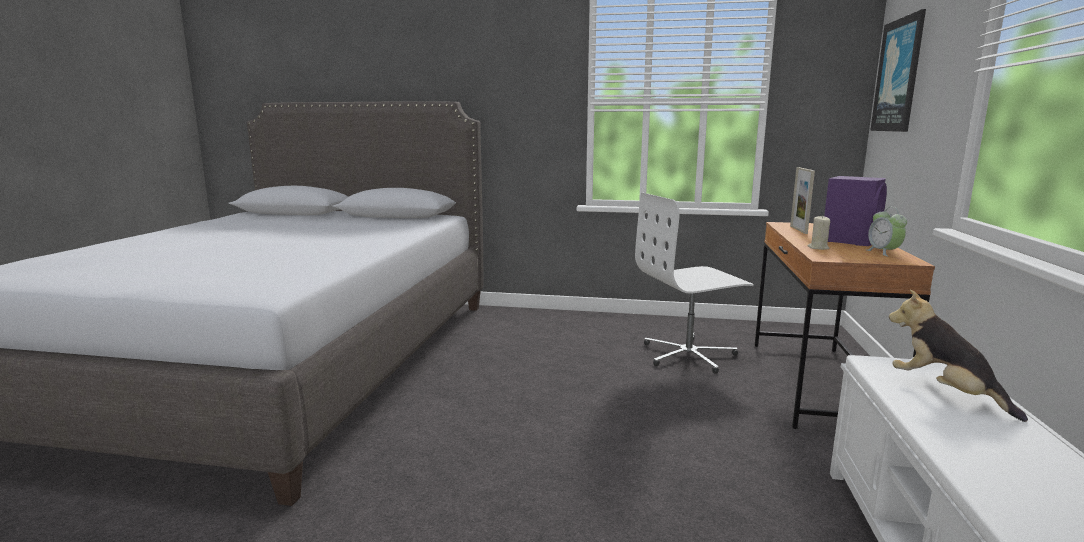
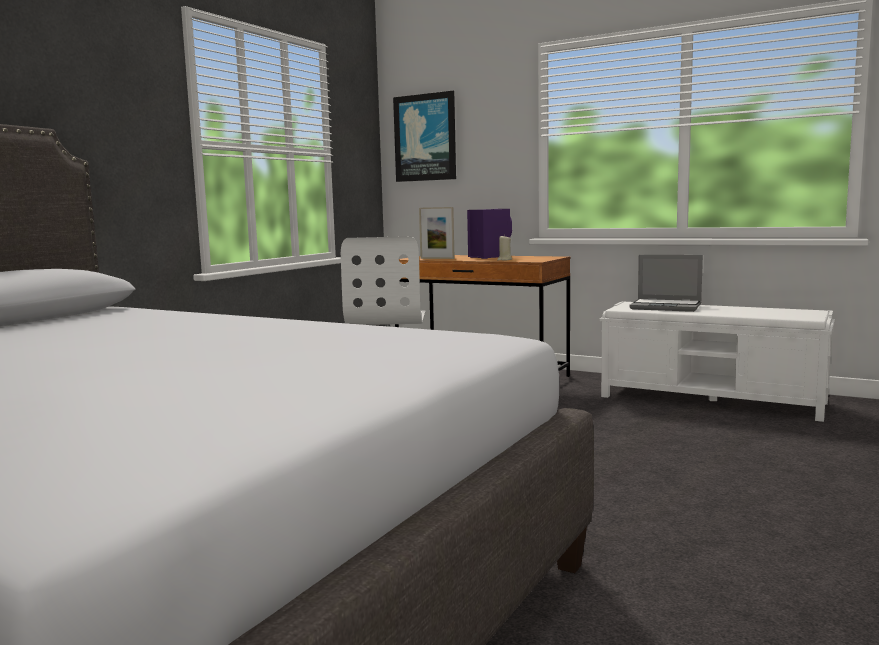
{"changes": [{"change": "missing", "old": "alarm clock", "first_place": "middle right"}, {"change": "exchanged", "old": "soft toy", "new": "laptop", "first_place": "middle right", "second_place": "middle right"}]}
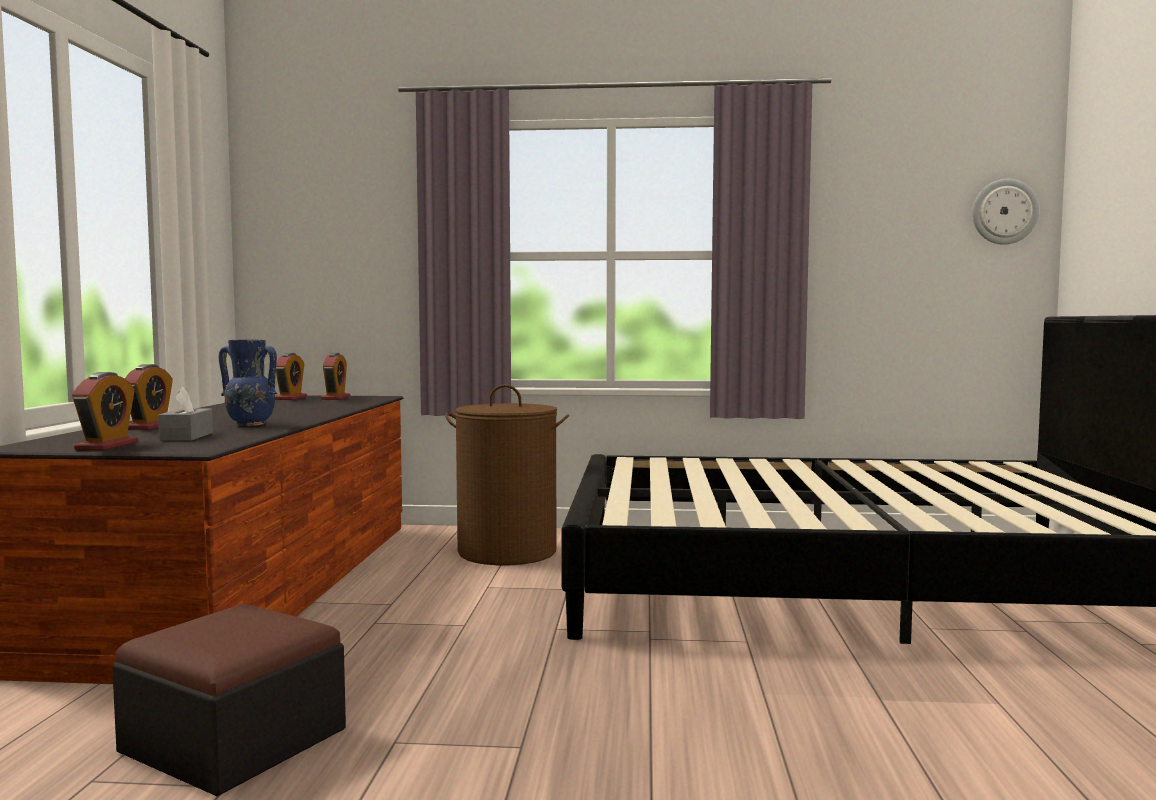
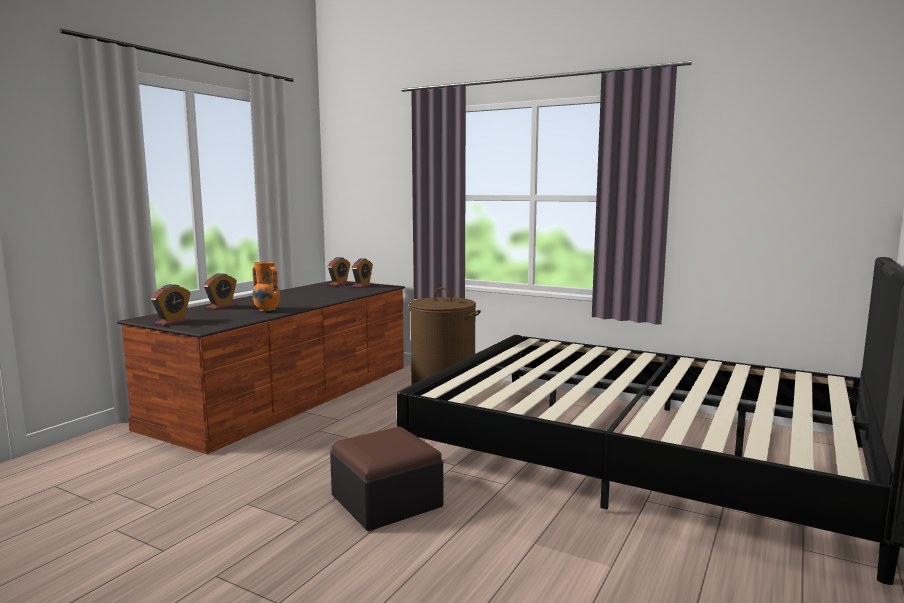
{"changes": [{"change": "missing", "old": "greyish tissue box", "first_place": "middle left"}, {"change": "missing", "old": "hanging clock", "first_place": "top right"}, {"change": "relocated", "old": "ottoman", "first_place": "bottom left", "second_place": "bottom centre"}, {"change": "colour", "old": "blue-coloured vase", "new": "orange-coloured vase", "first_place": "middle left", "second_place": "middle left"}]}
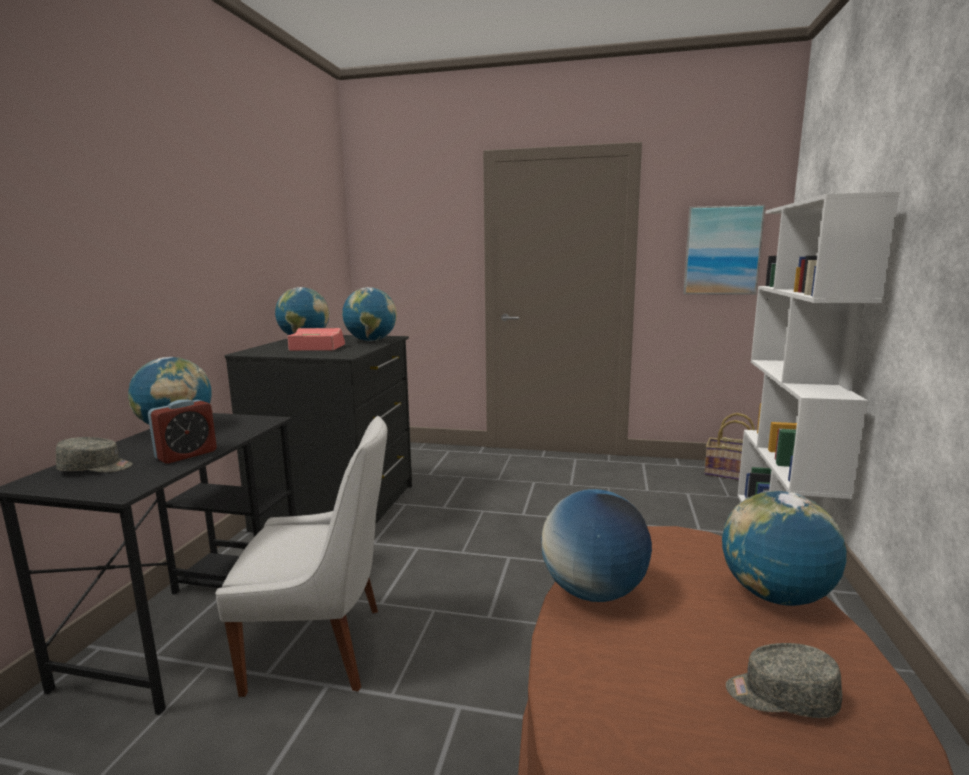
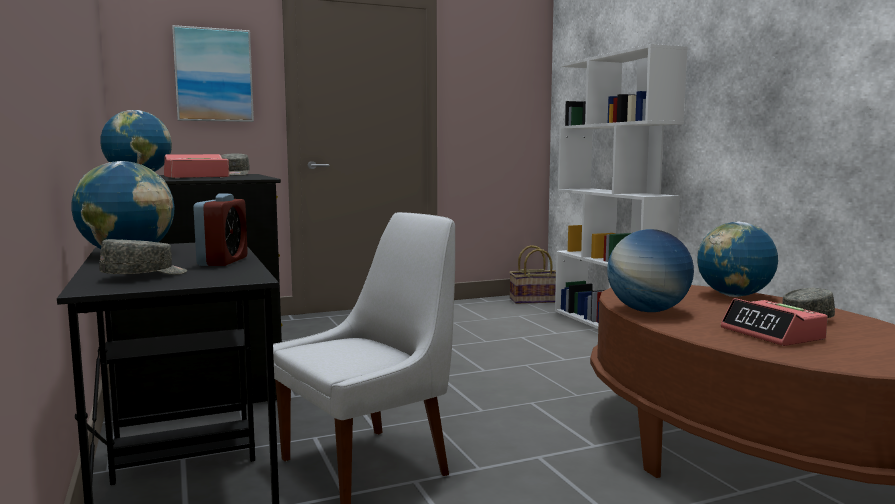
{"changes": [{"change": "appeared", "new": "alarm clock (no. 3 from left)", "second_place": "middle right"}, {"change": "relocated", "old": "picture", "first_place": "top right", "second_place": "top left"}, {"change": "exchanged", "old": "globe (no. 3 from left)", "new": "greyish baseball cap (no. 2 from left)", "first_place": "centre", "second_place": "top left"}]}
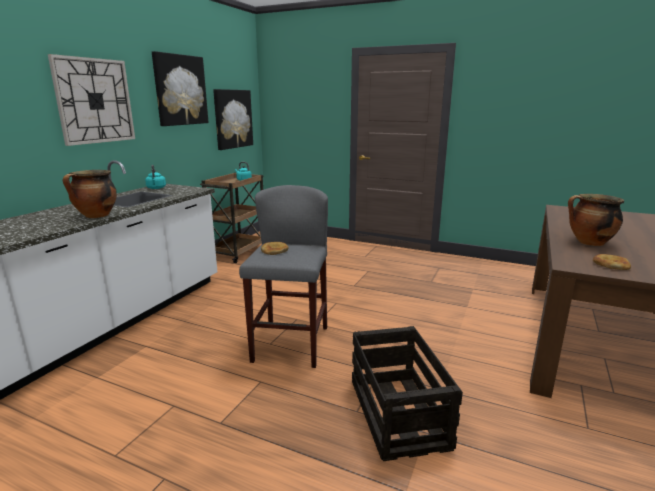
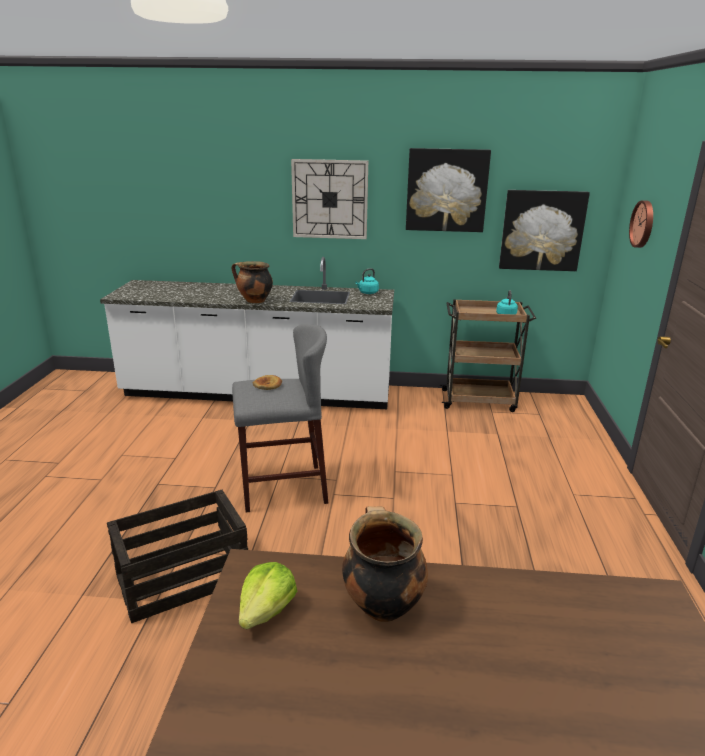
{"changes": [{"change": "appeared", "new": "hanging clock (no. 2 from left)", "second_place": "top right"}, {"change": "exchanged", "old": "bread (no. 2 from left)", "new": "lettuce head", "first_place": "middle right", "second_place": "bottom centre"}]}
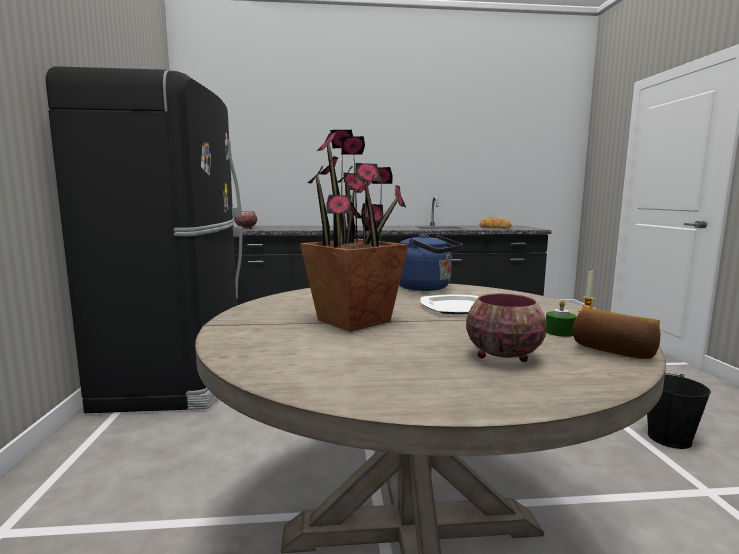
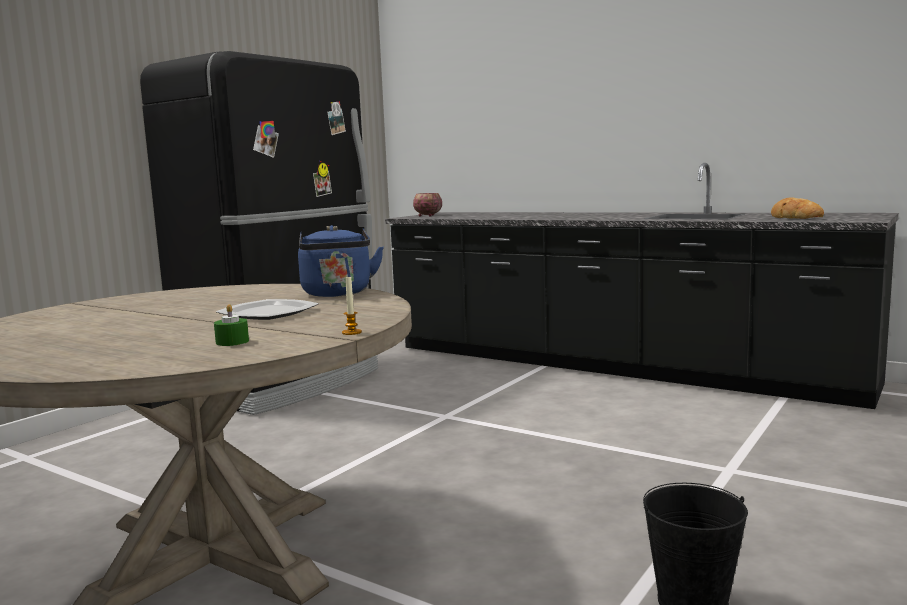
{"changes": [{"change": "missing", "old": "houseplant", "first_place": "centre"}, {"change": "missing", "old": "deep dish (no. 2 from left)", "first_place": "middle right"}, {"change": "missing", "old": "bread (no. 2 from left)", "first_place": "middle right"}]}
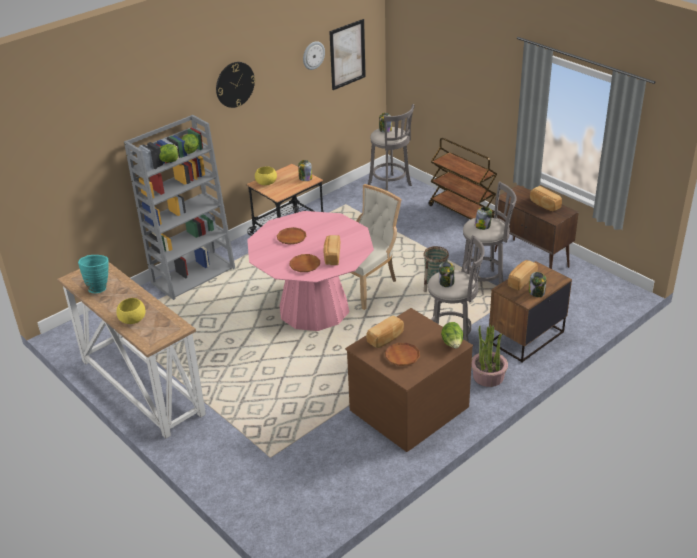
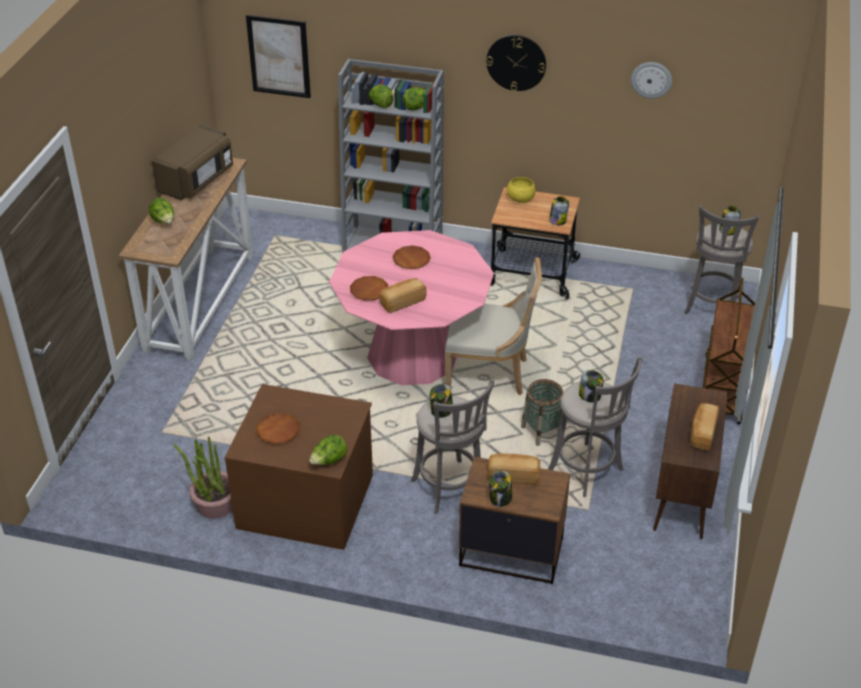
{"changes": [{"change": "missing", "old": "bread (no. 2 from left)", "first_place": "centre"}, {"change": "relocated", "old": "picture", "first_place": "top centre", "second_place": "top left"}, {"change": "relocated", "old": "houseplant", "first_place": "middle right", "second_place": "bottom left"}, {"change": "exchanged", "old": "turquoise-coloured vase", "new": "brownish microwave", "first_place": "middle left", "second_place": "top left"}, {"change": "exchanged", "old": "yellow deep dish (no. 1 from left)", "new": "lettuce head (no. 1 from left)", "first_place": "middle left", "second_place": "top left"}]}
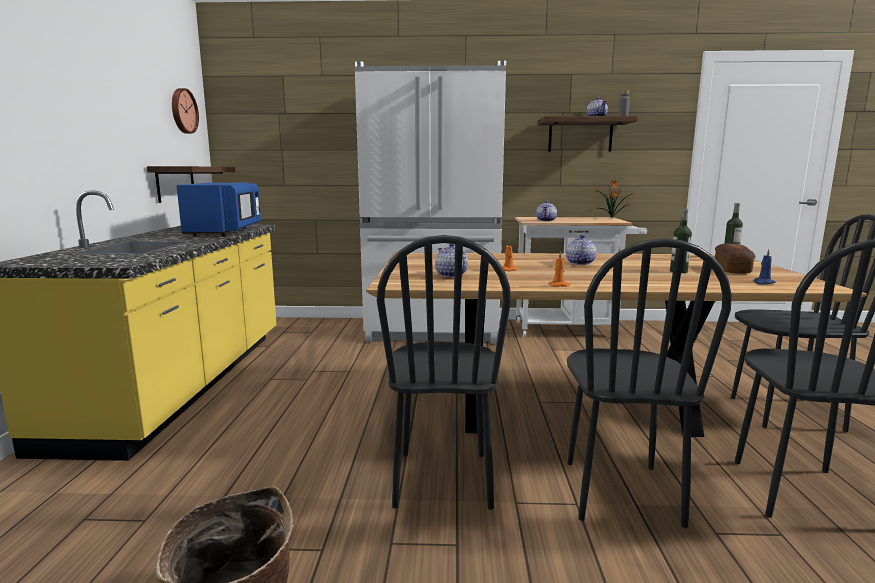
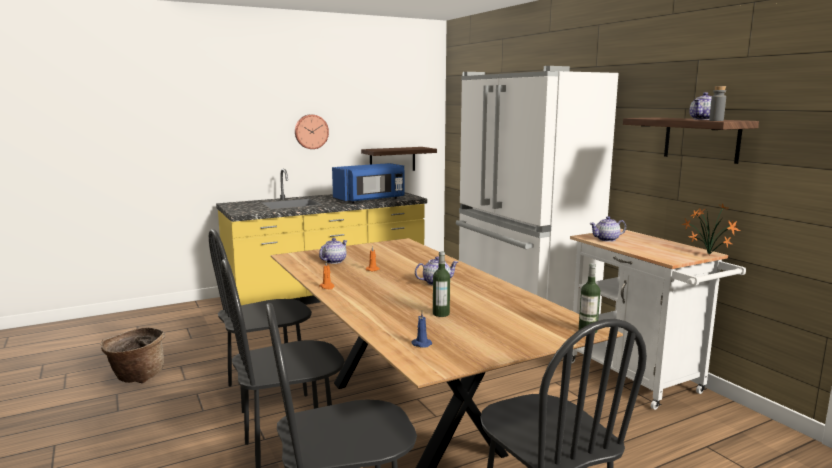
{"changes": [{"change": "missing", "old": "bread", "first_place": "middle right"}, {"change": "relocated", "old": "hanging clock", "first_place": "top left", "second_place": "top centre"}]}
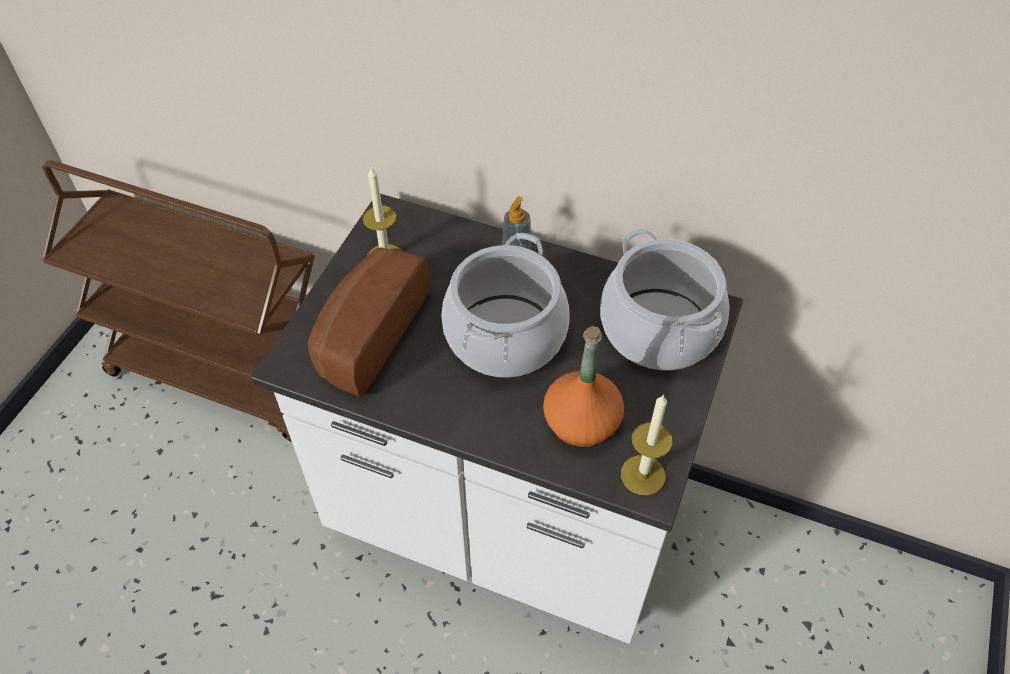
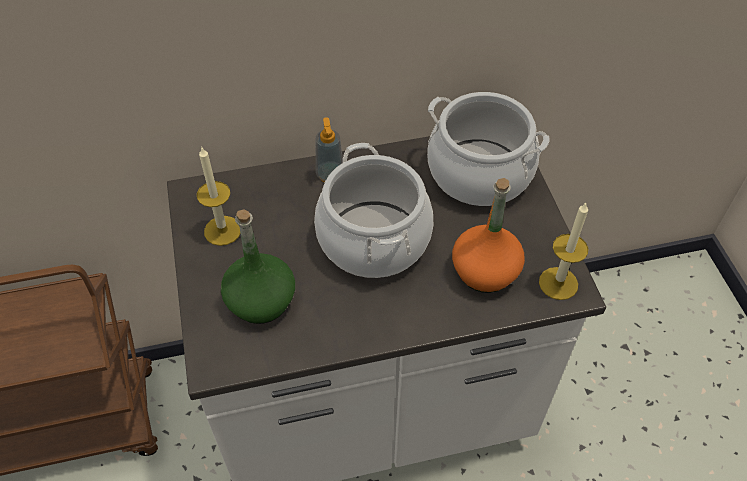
{"changes": [{"change": "exchanged", "old": "bread", "new": "greenish drink bottle", "first_place": "centre", "second_place": "centre"}]}
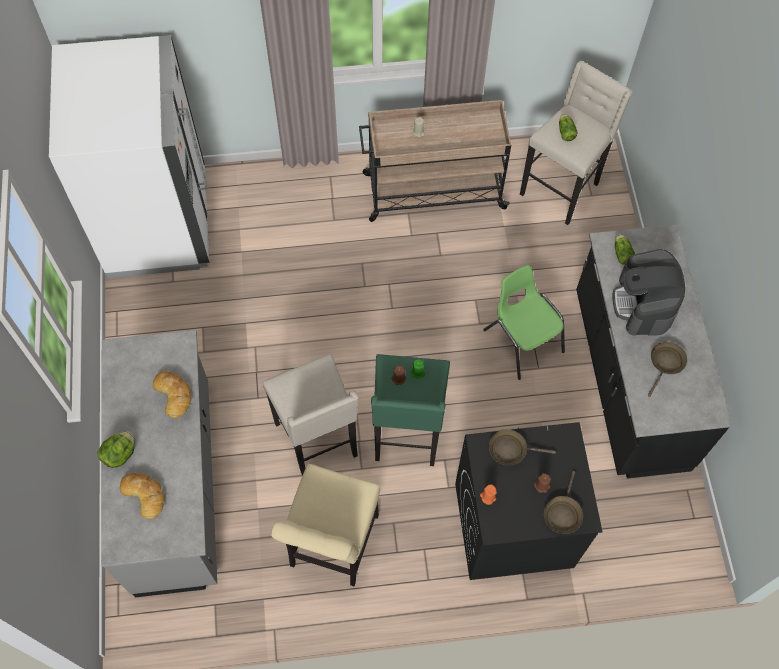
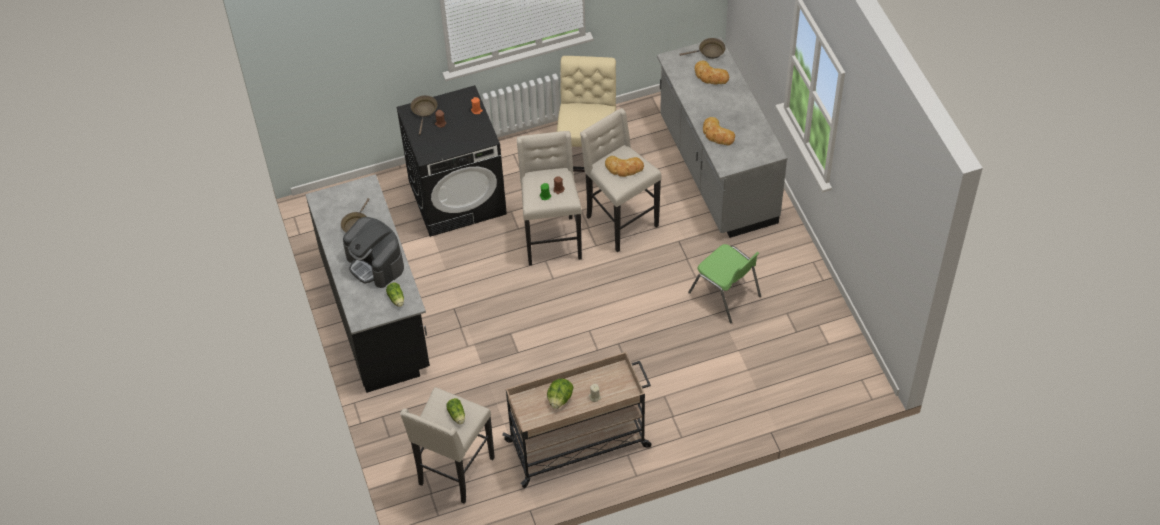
{"changes": [{"change": "missing", "old": "whitish fridge", "first_place": "top left"}, {"change": "appeared", "new": "bread (no. 1 from left)", "second_place": "top centre"}, {"change": "relocated", "old": "lettuce head (no. 1 from left in the first image)", "new": "lettuce head (no. 3 from left)", "first_place": "bottom left", "second_place": "bottom centre"}, {"change": "relocated", "old": "greenish chair", "first_place": "middle right", "second_place": "centre"}, {"change": "relocated", "old": "brownish skillet (no. 1 from left in the first image)", "new": "brownish skillet (no. 3 from left)", "first_place": "bottom right", "second_place": "top centre"}, {"change": "colour", "old": "greenish stool seat", "new": "beige stool seat (no. 2 from left)", "first_place": "centre", "second_place": "centre"}, {"change": "spun", "old": "coffee brewer", "first_place": "middle right", "second_place": "middle left", "degrees": 150}]}
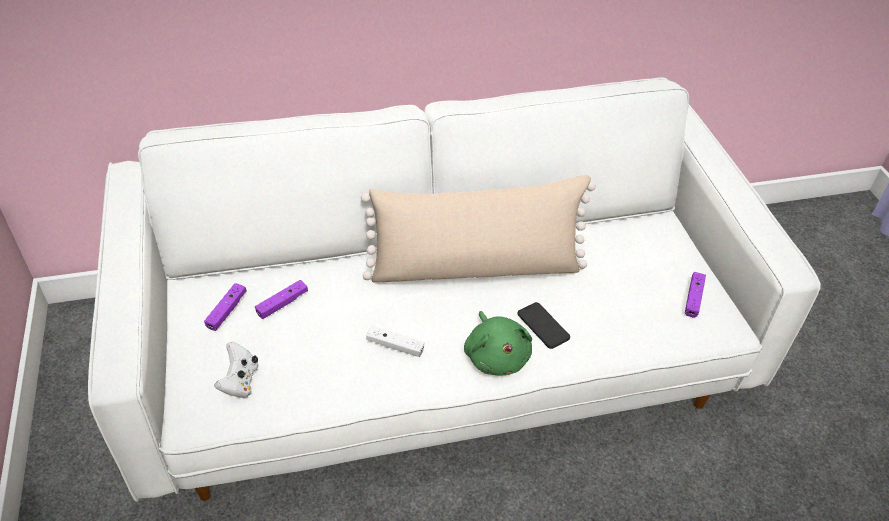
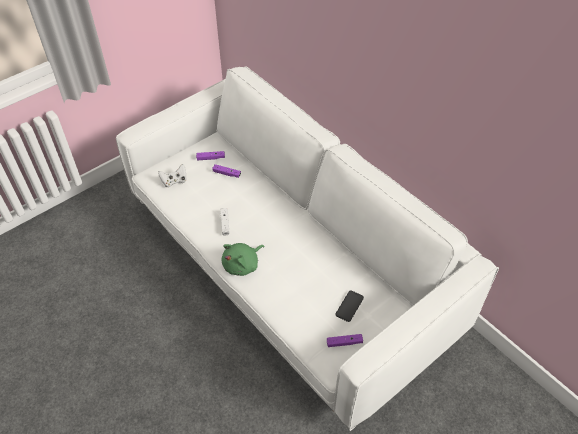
{"changes": [{"change": "missing", "old": "beige cushion", "first_place": "centre"}, {"change": "relocated", "old": "telephone", "first_place": "centre", "second_place": "bottom centre"}]}
